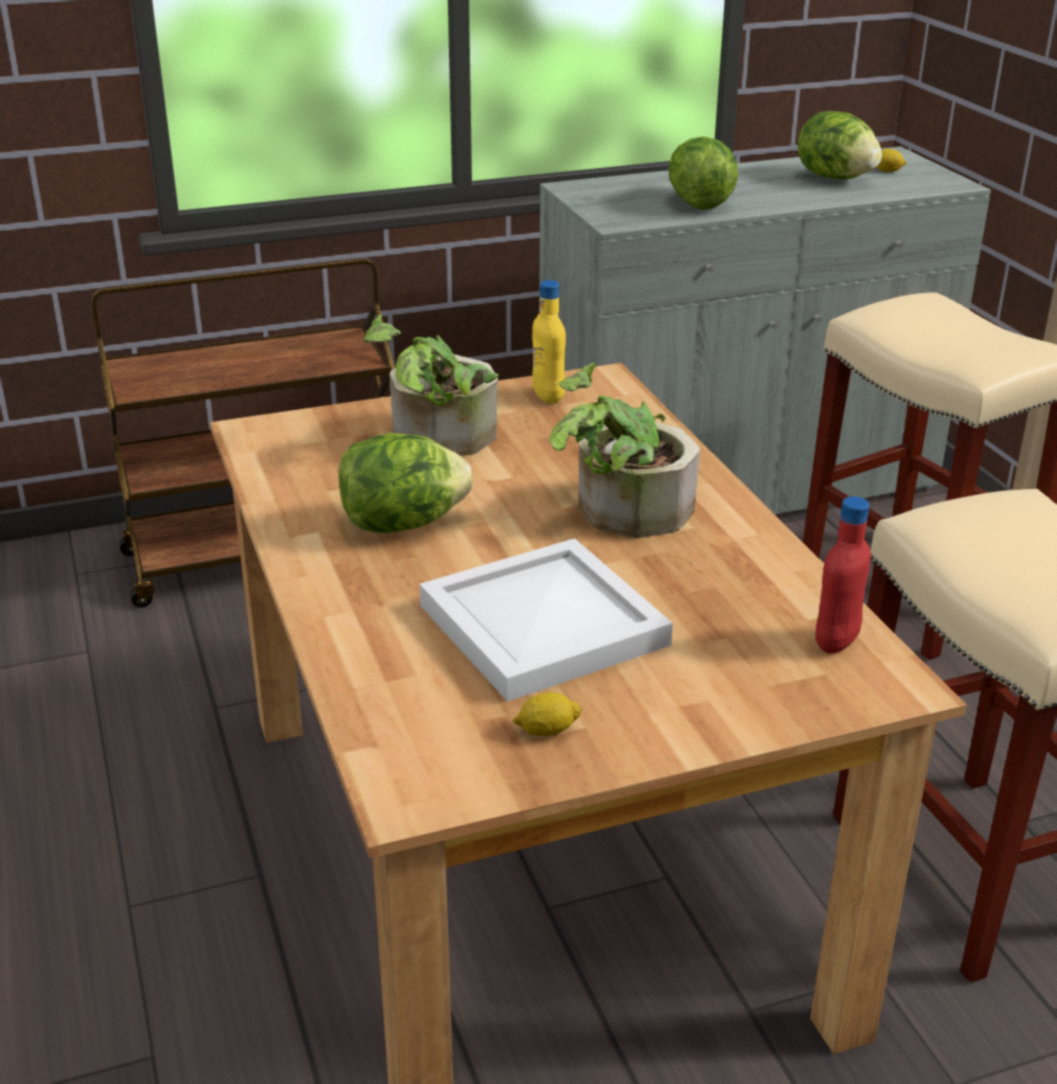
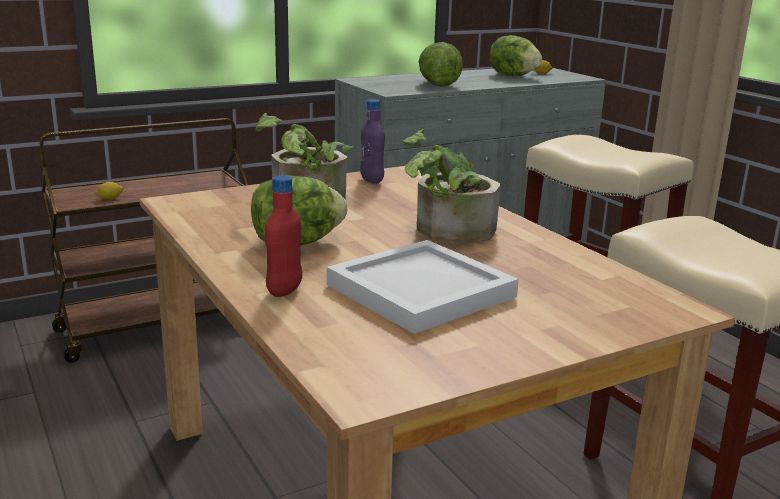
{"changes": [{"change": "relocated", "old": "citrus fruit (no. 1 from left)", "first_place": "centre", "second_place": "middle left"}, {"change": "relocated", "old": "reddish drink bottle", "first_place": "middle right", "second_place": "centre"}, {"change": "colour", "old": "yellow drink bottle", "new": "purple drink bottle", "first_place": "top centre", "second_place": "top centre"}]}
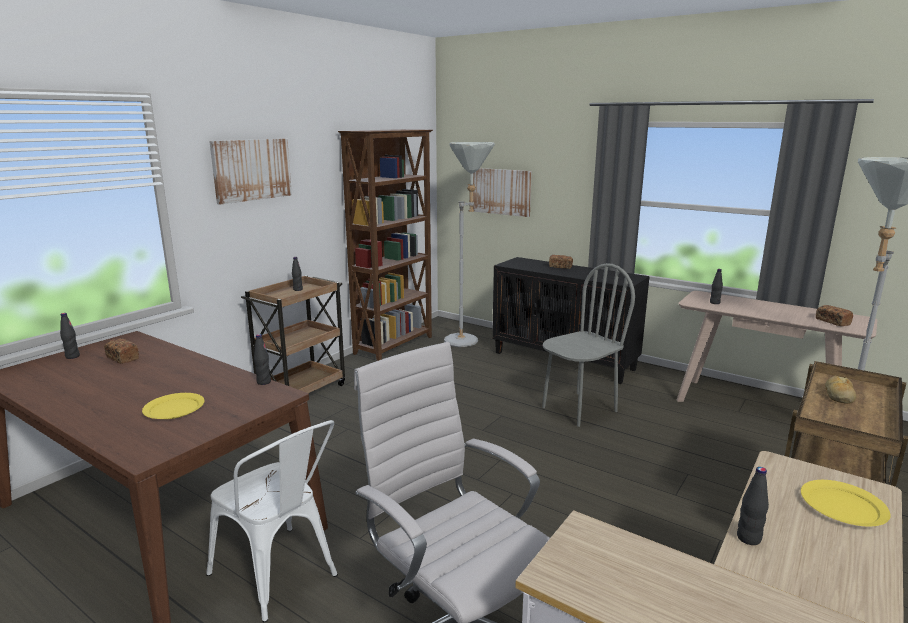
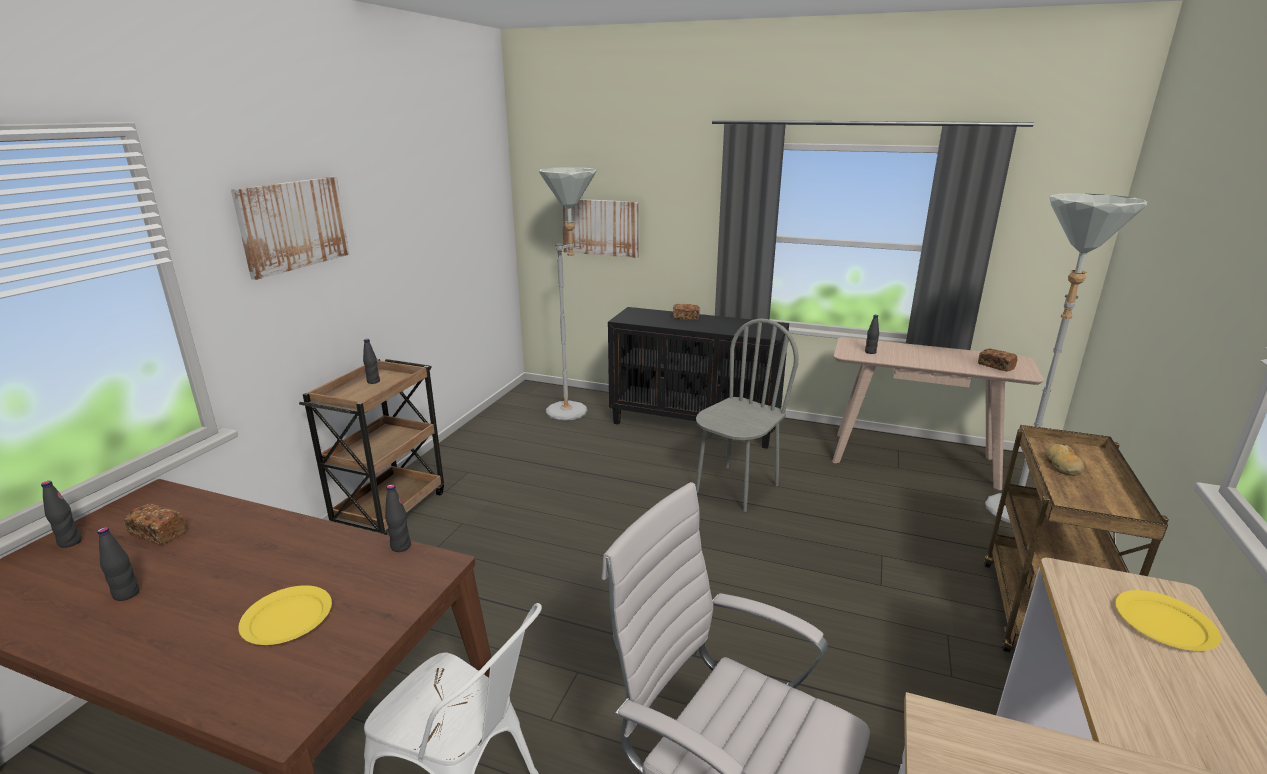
{"changes": [{"change": "missing", "old": "brownish bookshelf", "first_place": "centre"}, {"change": "relocated", "old": "black drink bottle (no. 5 from left in the first image)", "new": "black drink bottle (no. 2 from left)", "first_place": "bottom right", "second_place": "bottom left"}]}
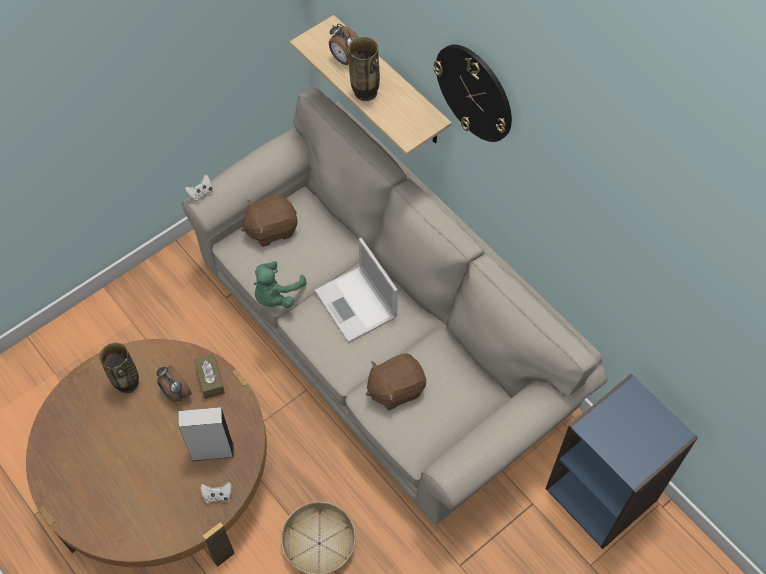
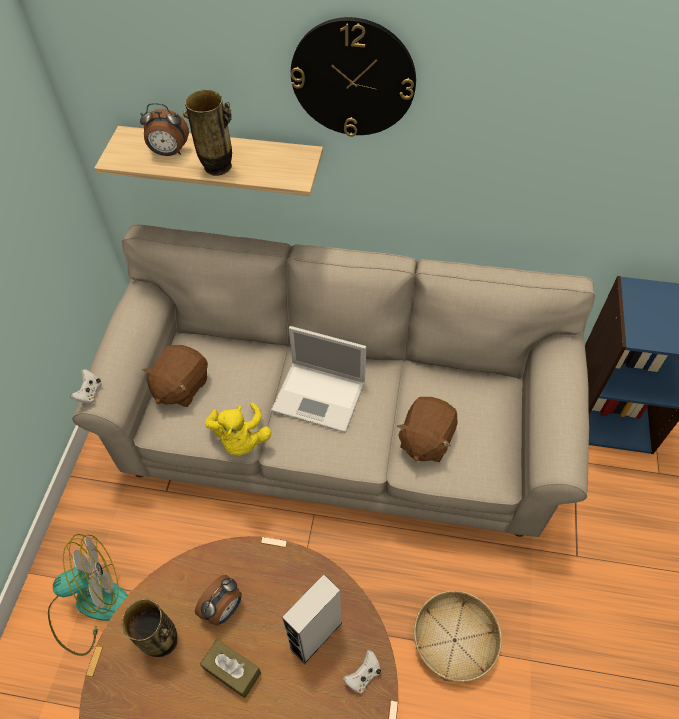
{"changes": [{"change": "appeared", "new": "electric fan", "second_place": "bottom left"}, {"change": "relocated", "old": "brownish tissue box", "first_place": "middle left", "second_place": "bottom centre"}, {"change": "colour", "old": "greenish soft toy", "new": "yellow soft toy", "first_place": "centre", "second_place": "centre"}, {"change": "spun", "old": "alarm clock (no. 1 from left in the first image)", "first_place": "bottom left", "second_place": "bottom left", "degrees": -60}]}
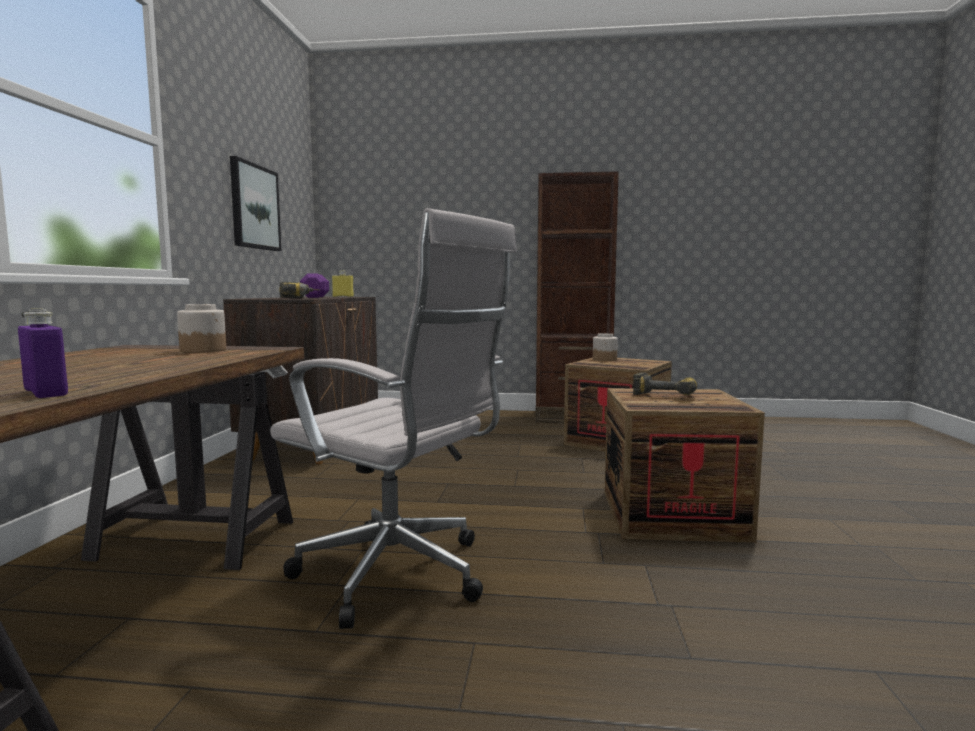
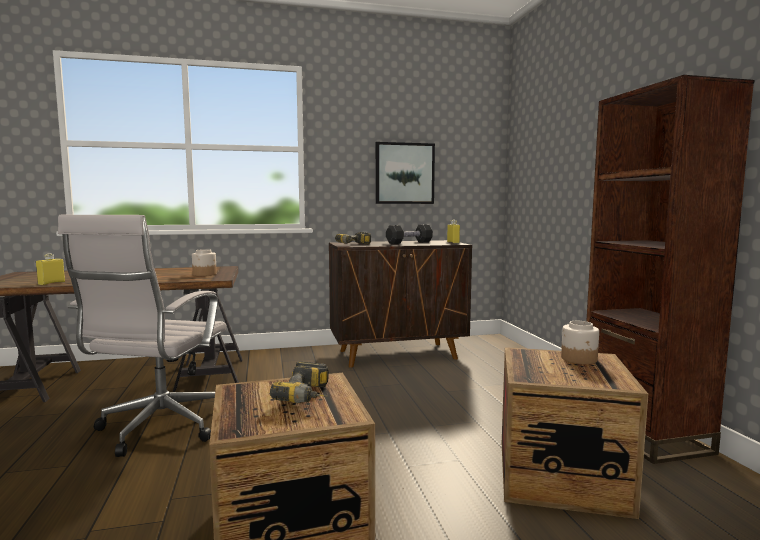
{"changes": [{"change": "colour", "old": "purple drink bottle", "new": "yellow drink bottle (no. 1 from left)", "first_place": "middle left", "second_place": "middle left"}, {"change": "colour", "old": "purple free weight", "new": "black free weight", "first_place": "middle left", "second_place": "centre"}]}
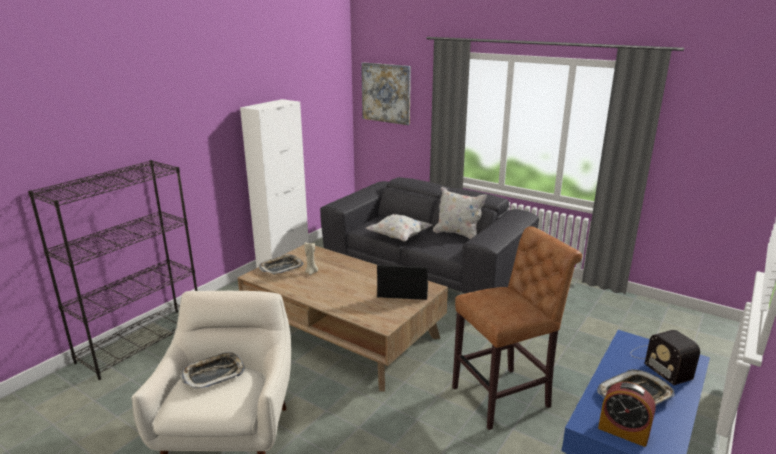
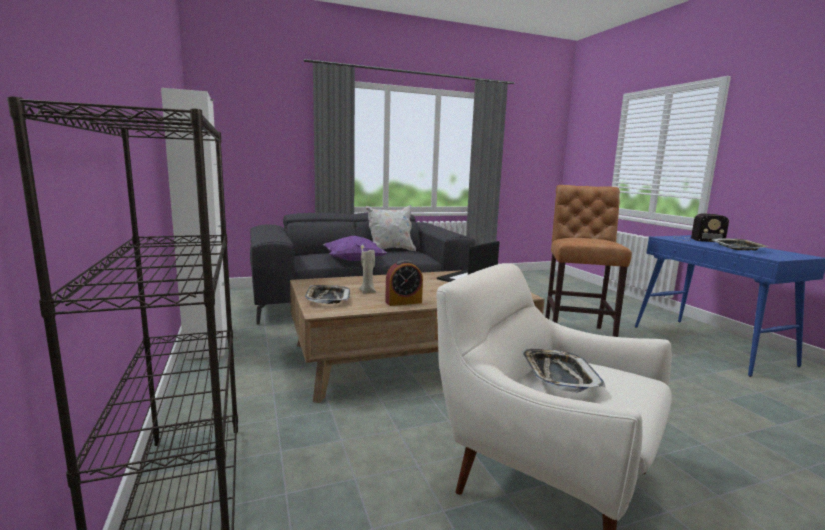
{"changes": [{"change": "missing", "old": "picture", "first_place": "top centre"}, {"change": "relocated", "old": "alarm clock", "first_place": "bottom right", "second_place": "centre"}, {"change": "colour", "old": "whitish cushion (no. 1 from left)", "new": "purple cushion", "first_place": "centre", "second_place": "centre"}]}
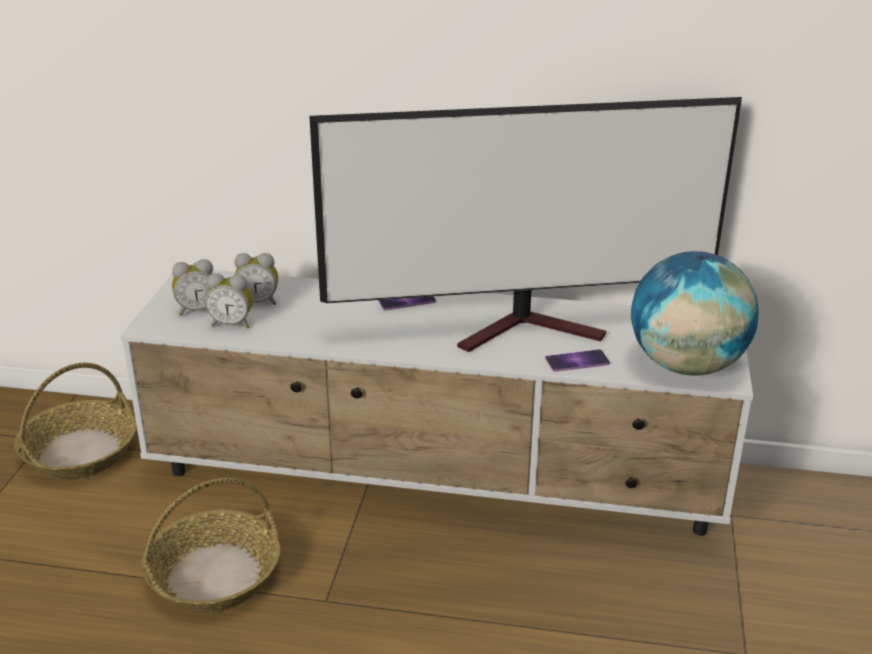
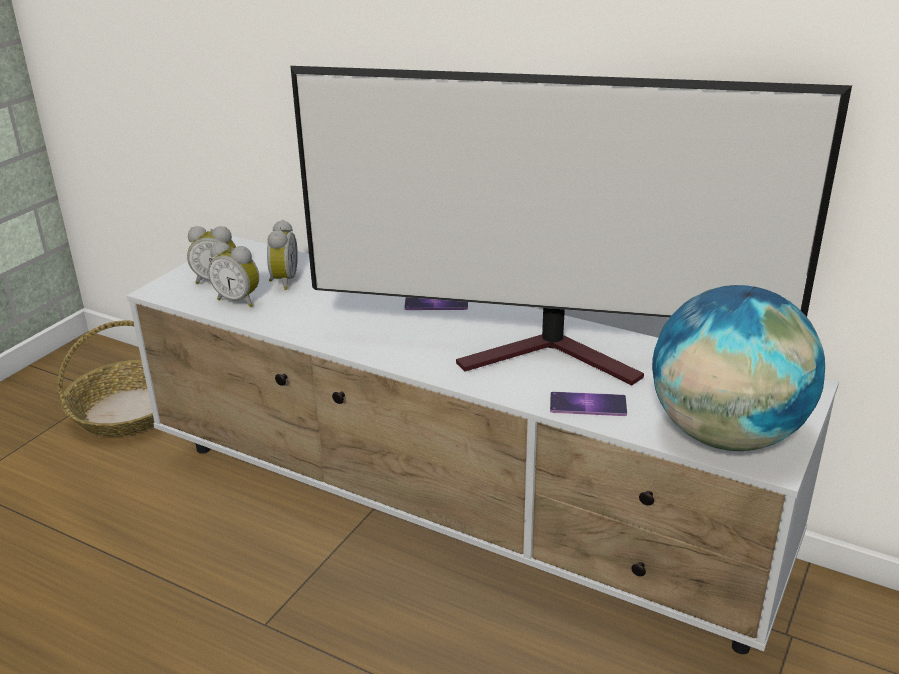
{"changes": [{"change": "missing", "old": "basket (no. 2 from left)", "first_place": "bottom left"}, {"change": "spun", "old": "alarm clock (no. 3 from left)", "first_place": "middle left", "second_place": "middle left", "degrees": -105}]}
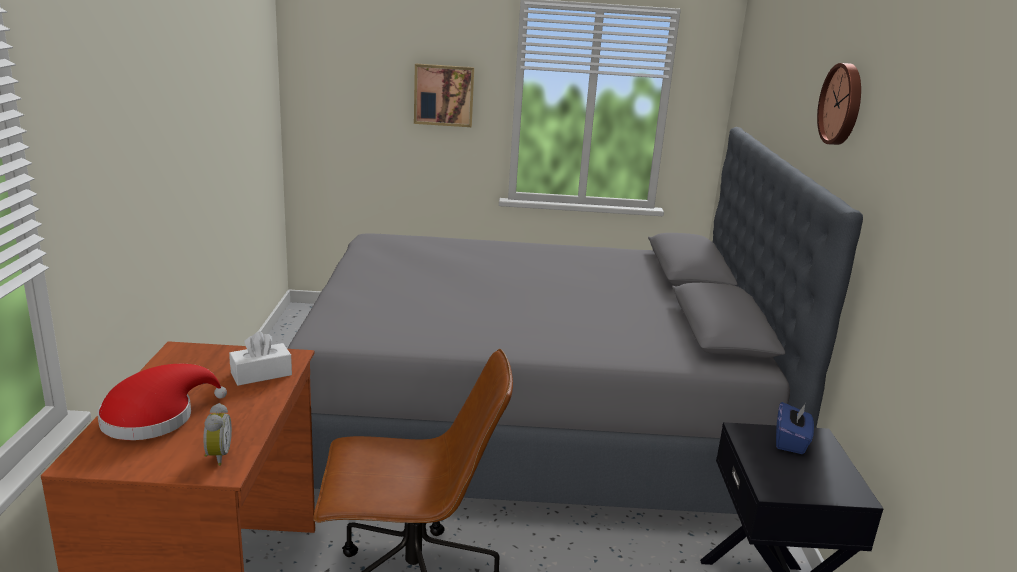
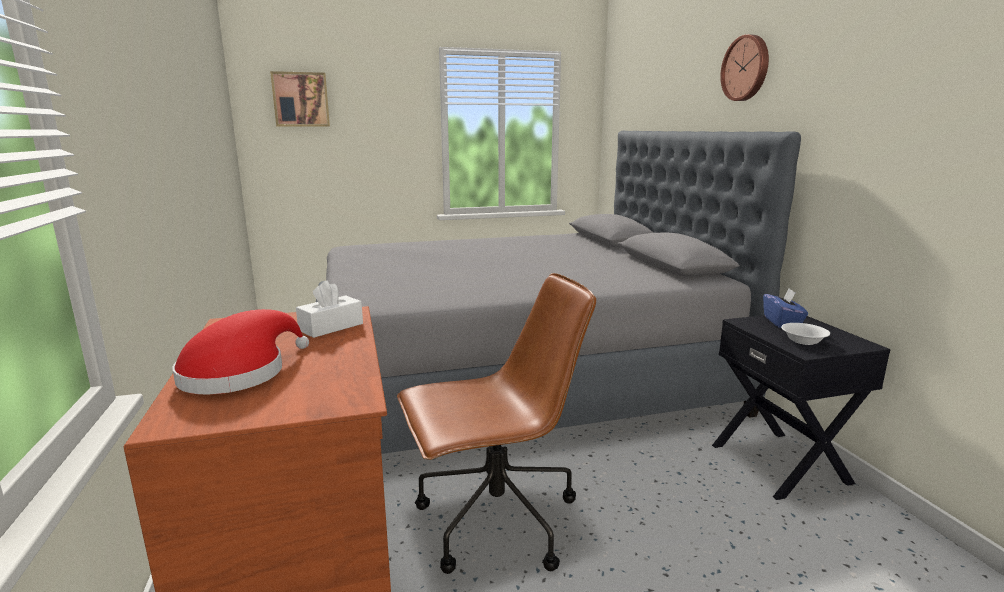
{"changes": [{"change": "missing", "old": "alarm clock", "first_place": "bottom left"}, {"change": "appeared", "new": "whitish deep dish", "second_place": "middle right"}, {"change": "relocated", "old": "picture", "first_place": "top centre", "second_place": "top left"}]}
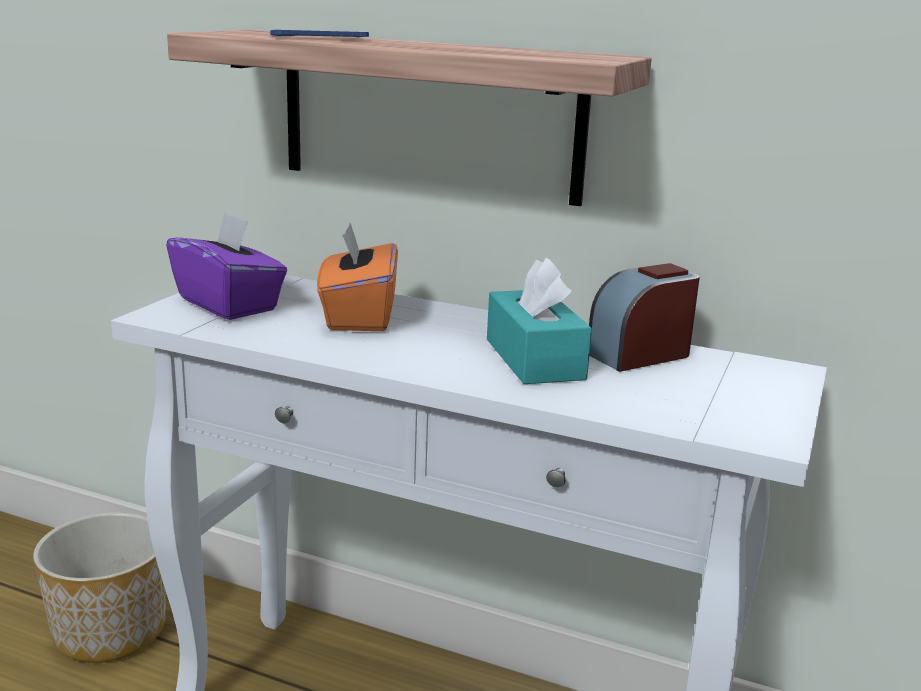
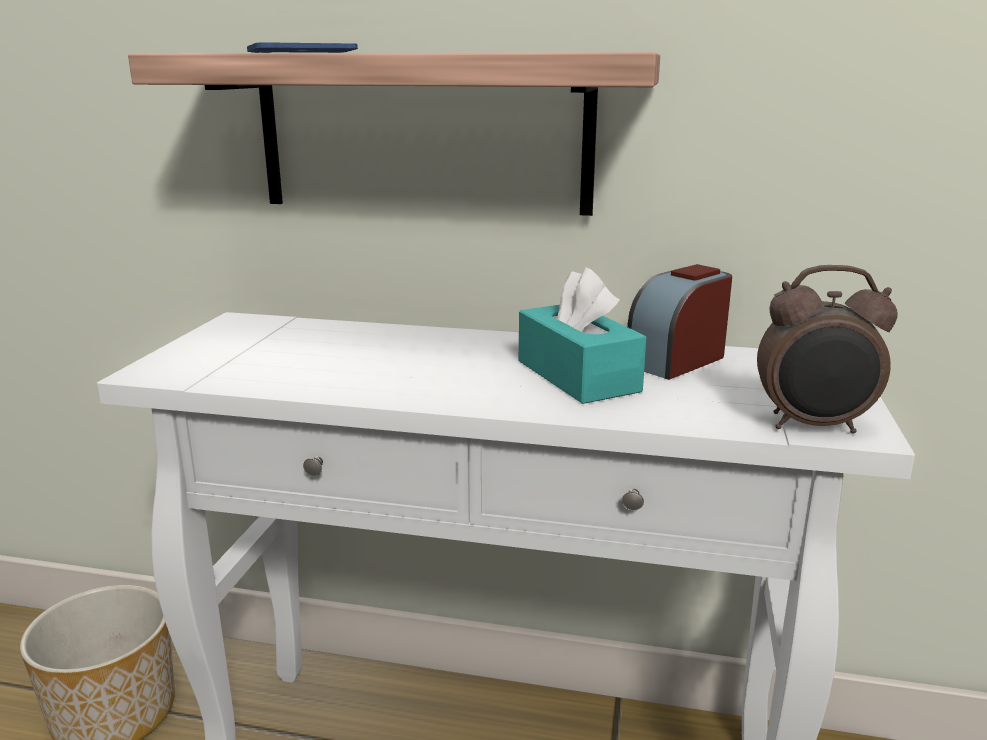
{"changes": [{"change": "missing", "old": "purple tissue box", "first_place": "middle left"}, {"change": "missing", "old": "orange-coloured tissue box", "first_place": "centre"}, {"change": "appeared", "new": "alarm clock (no. 2 from left)", "second_place": "middle right"}]}
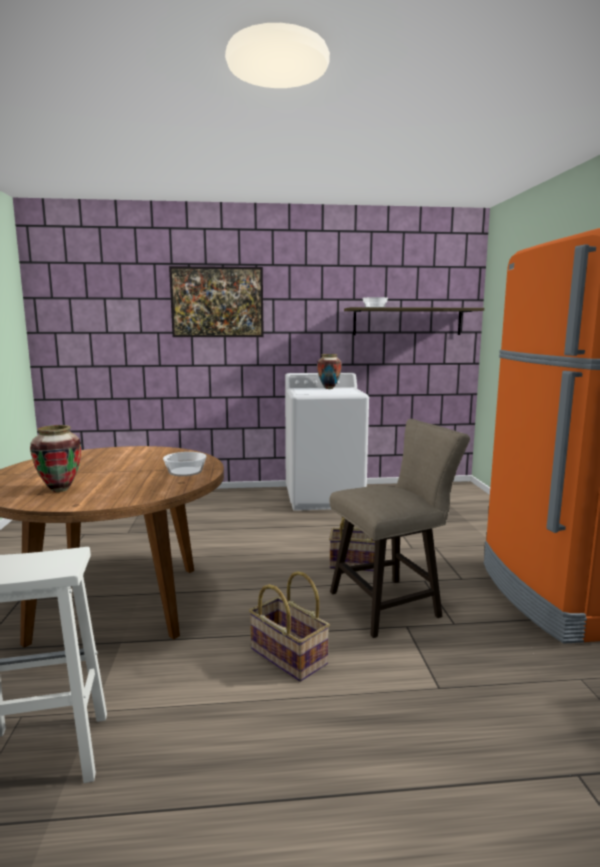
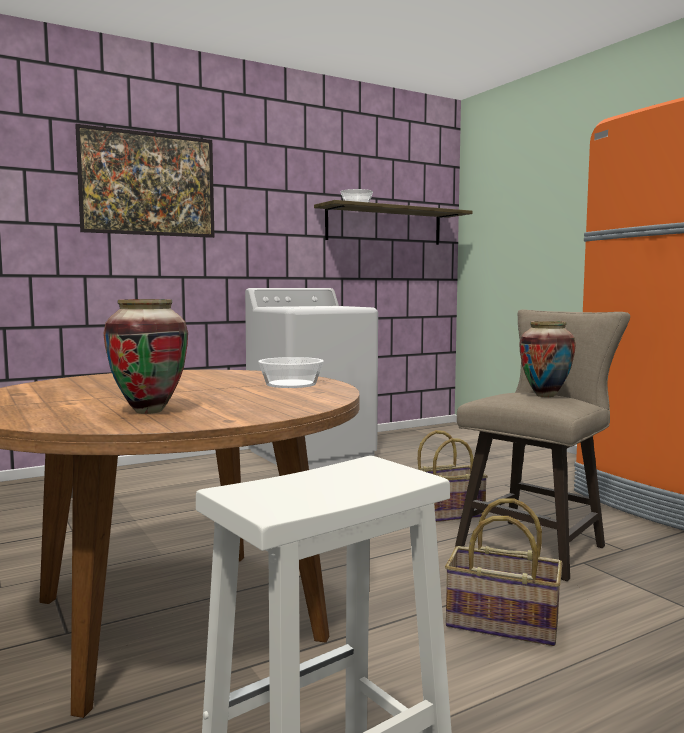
{"changes": [{"change": "relocated", "old": "vase (no. 2 from left)", "first_place": "centre", "second_place": "middle right"}]}
